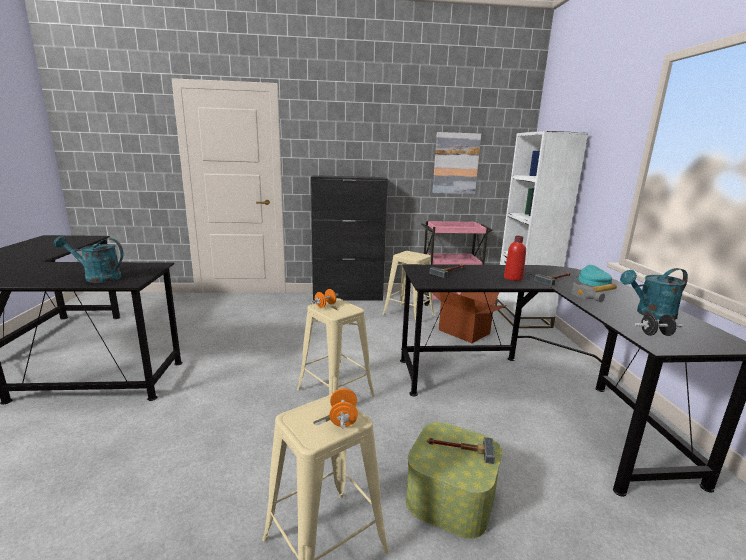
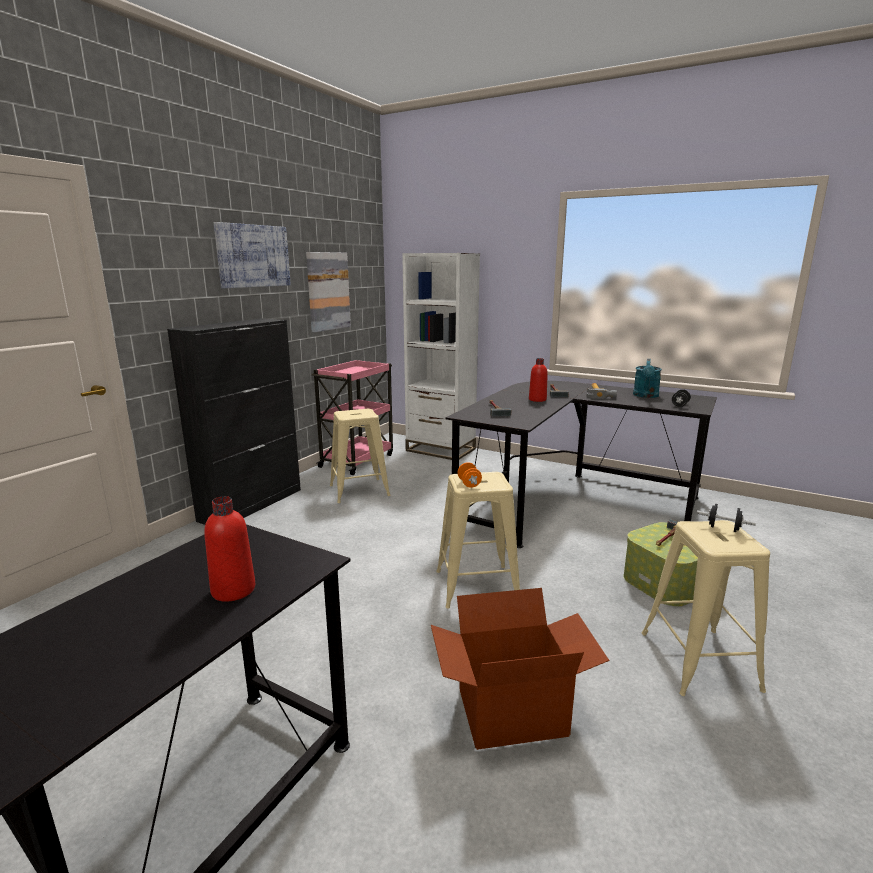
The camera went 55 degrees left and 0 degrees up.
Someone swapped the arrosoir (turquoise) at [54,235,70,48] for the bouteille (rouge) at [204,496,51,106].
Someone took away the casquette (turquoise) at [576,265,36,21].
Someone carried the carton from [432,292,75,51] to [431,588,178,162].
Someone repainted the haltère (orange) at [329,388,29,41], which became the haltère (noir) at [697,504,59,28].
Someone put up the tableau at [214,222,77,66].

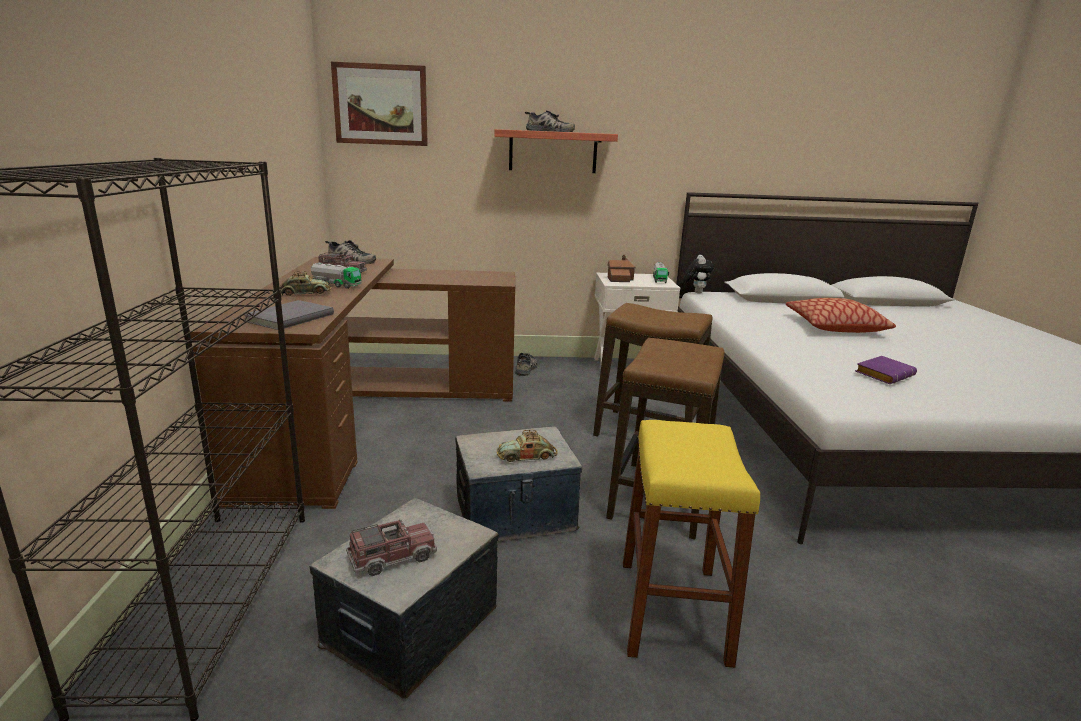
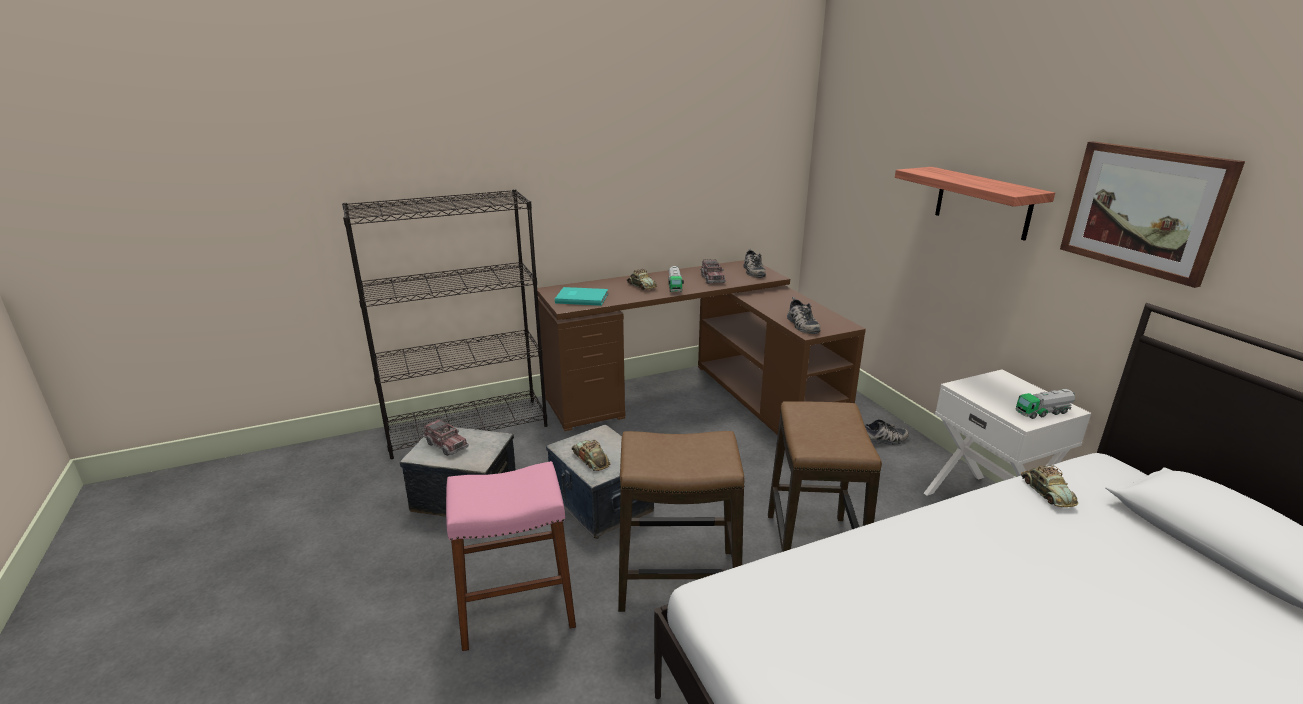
The camera went 70 degrees right and 5 degrees up.
Someone carried the tableau from [331,62,97,84] to [1060,141,185,147].
Someone carried the chaussure from [525,111,50,21] to [787,297,33,37].
Someone took away the maison miniature at [608,255,28,27].
Someone took away the peluche at [684,255,30,38].
Someone took away the coussin at [786,298,110,35].
Someone repainted the livre (gris) at [243,300,91,30], which became the livre (turquoise) at [555,287,53,19].
Someone took away the livre (violet) at [855,356,62,28].
Someone repainted the tabouret (jaune) at [623,420,137,248], which became the tabouret (rose) at [446,461,130,190].
Someone put down the petite voiture at [1021,465,57,42].

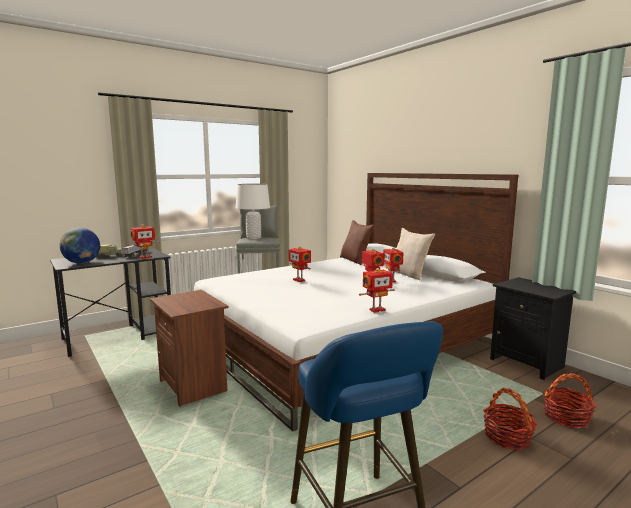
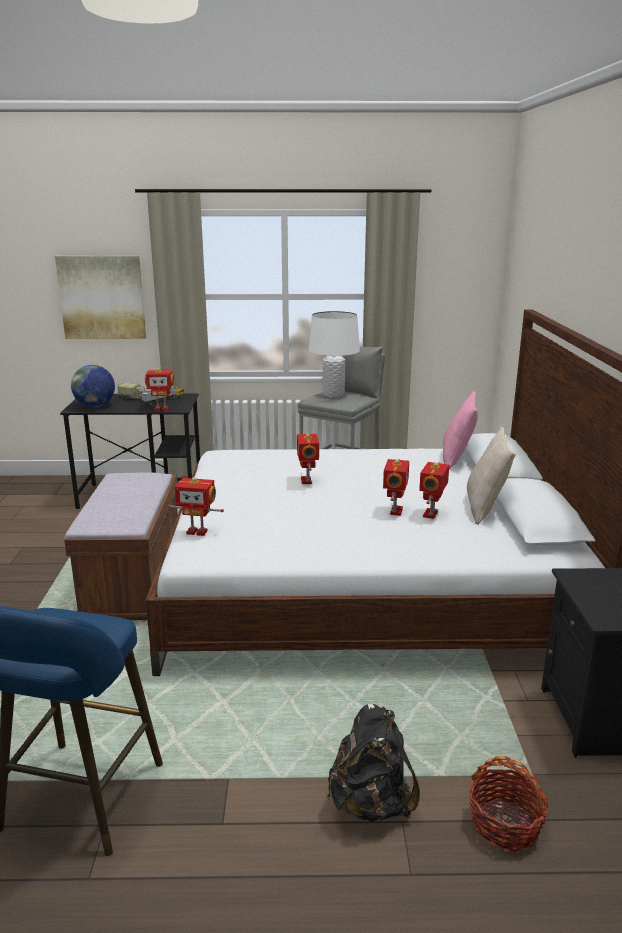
The camera went 35 degrees right and 10 degrees up.
Someone repainted the coussin (marron) at [340,220,35,45], which became the coussin (rose) at [443,391,35,78].
Someone carried the robot jouet from [359,268,36,45] to [169,477,55,59].
Someone swapped the table de chevet (marron) at [150,290,79,117] for the banc (marron) at [64,472,114,148].
Someone swapped the panier at [483,388,54,62] for the sac à dos (noir) at [328,703,92,119].
Someone put up the tableau at [55,256,91,83].

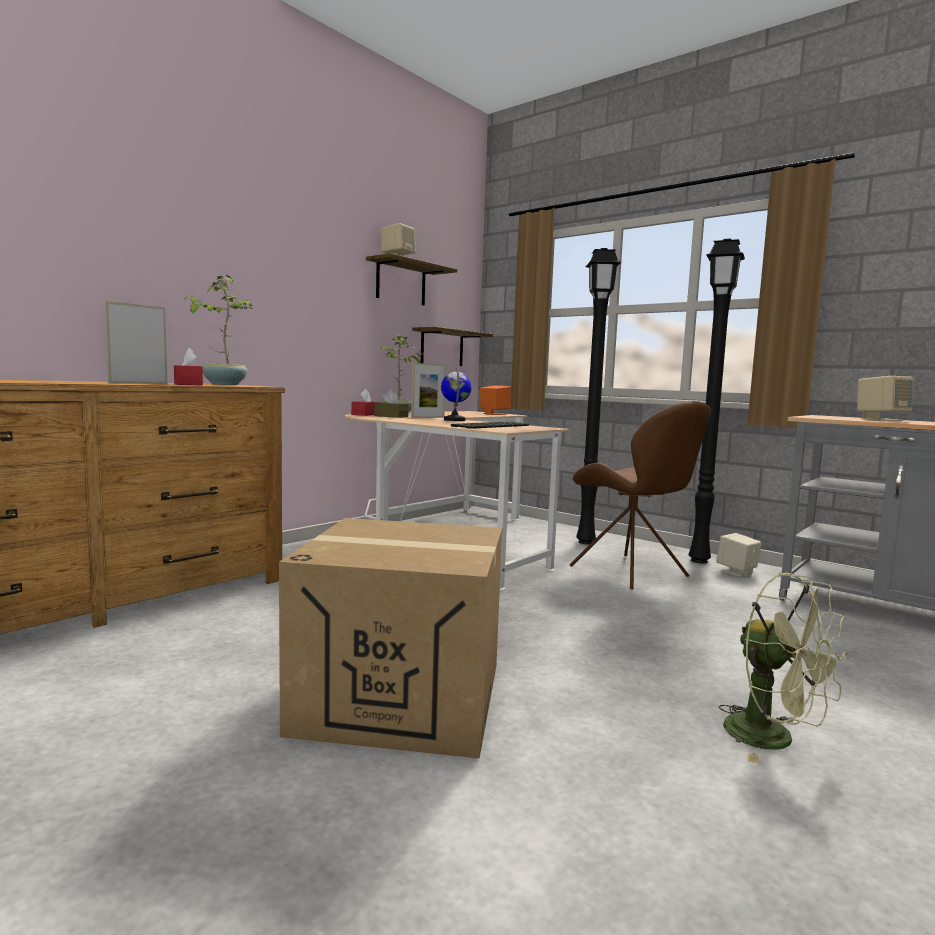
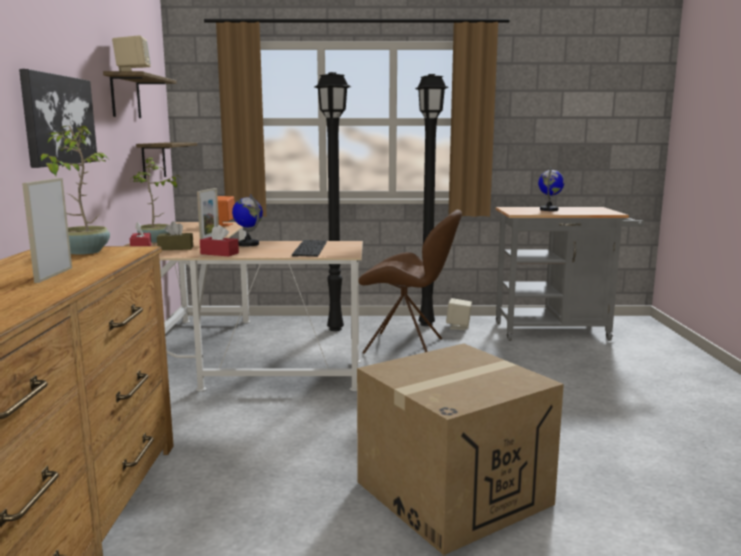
The camera went 40 degrees left and 5 degrees up.
Someone carried the boîte à mouchoirs (rouge) from [174,348,29,37] to [200,225,39,31].
Someone swapped the enceinte (beige) at [857,376,56,45] for the globe at [538,167,26,44].
Someone took away the ventilateur (vert) at [719,572,129,191].
Someone put up the tableau at [19,69,79,99].

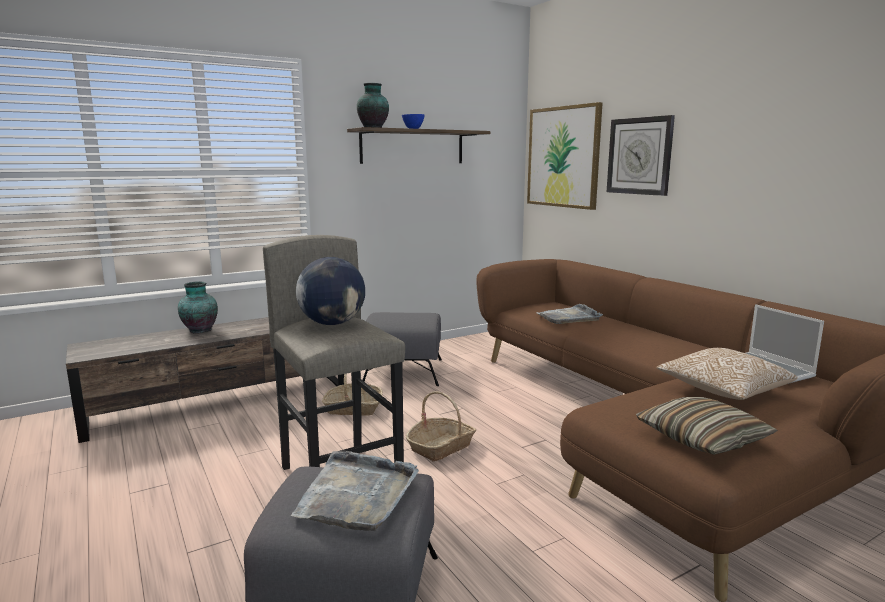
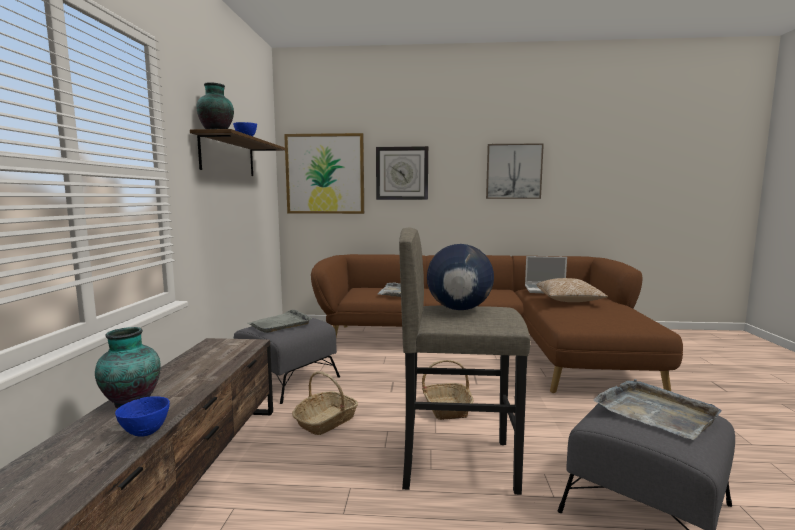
The camera went 55 degrees left and 5 degrees down.
Someone took away the coussin at [636,397,142,58].
Someone put up the tableau at [486,143,58,56].
Someone put down the plateau (gris) at [248,310,64,23].
Someone put down the bol (bleu) at [115,396,55,41].

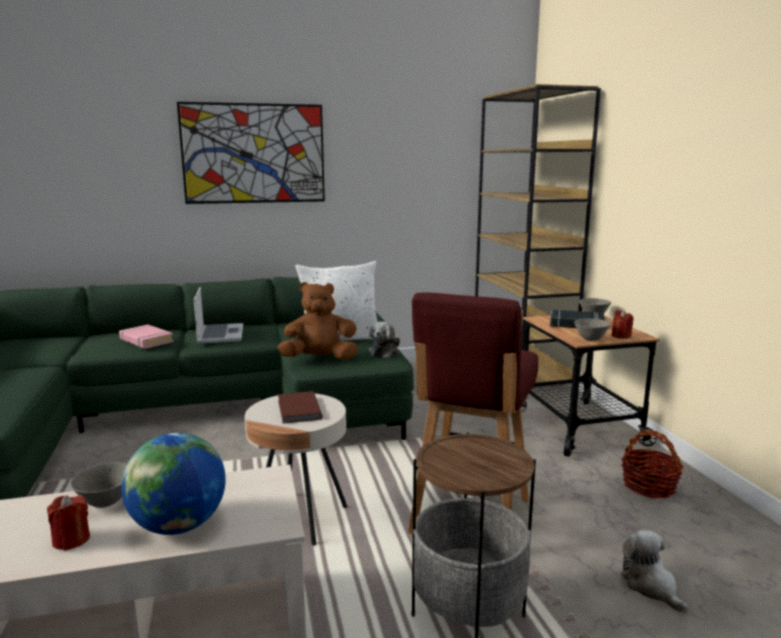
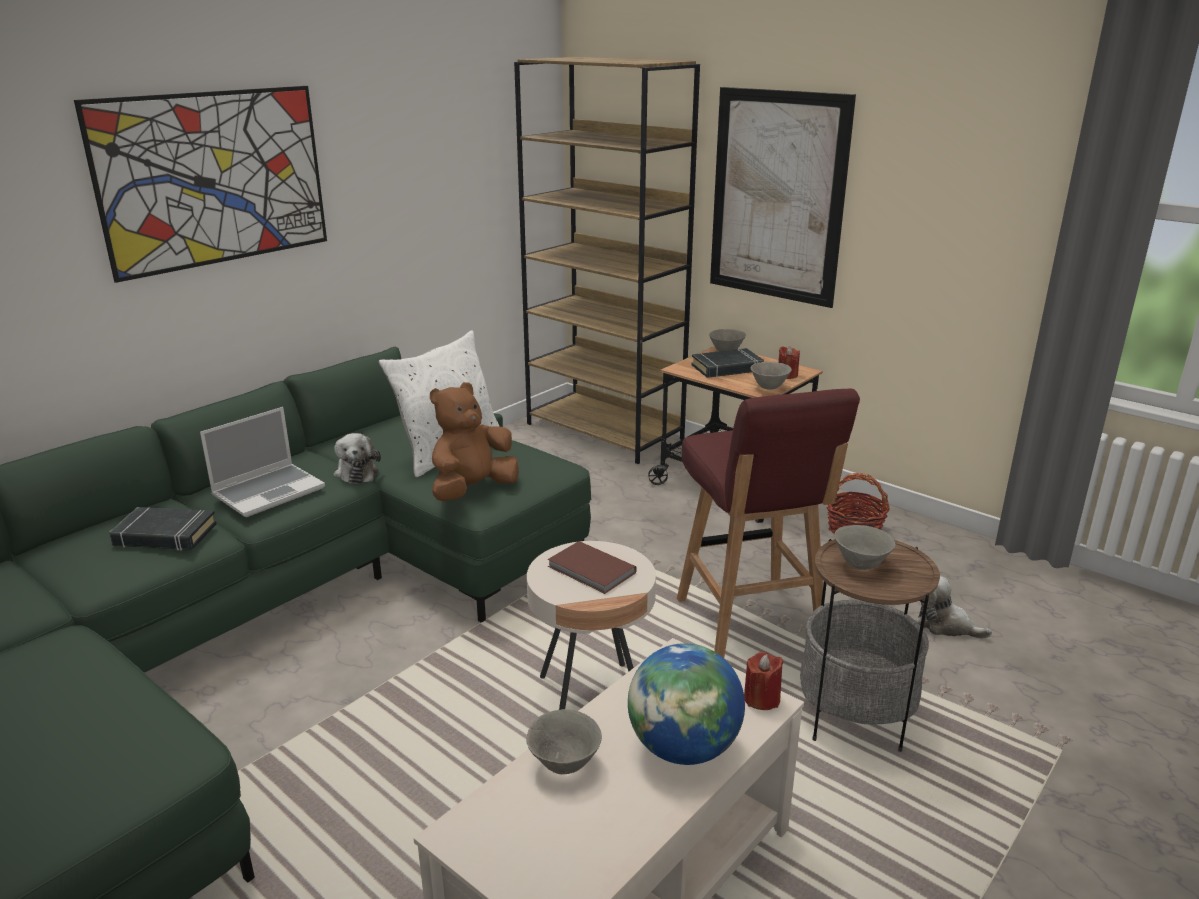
The camera went 35 degrees left and 10 degrees up.
Someone rotated the ordinateur portable at [194,287,49,57] by 90 degrees clockwise.
Someone carried the peluche from [369,322,31,36] to [333,433,48,51].
Someone repainted the livre (rose) at [119,325,55,24], which became the livre (noir) at [109,507,108,44].
Someone carried the bougie (rouge) from [47,495,43,56] to [744,652,39,58].
Someone put up the tableau at [710,87,146,221].
Someone put down the bol (gris) at [834,525,62,45].

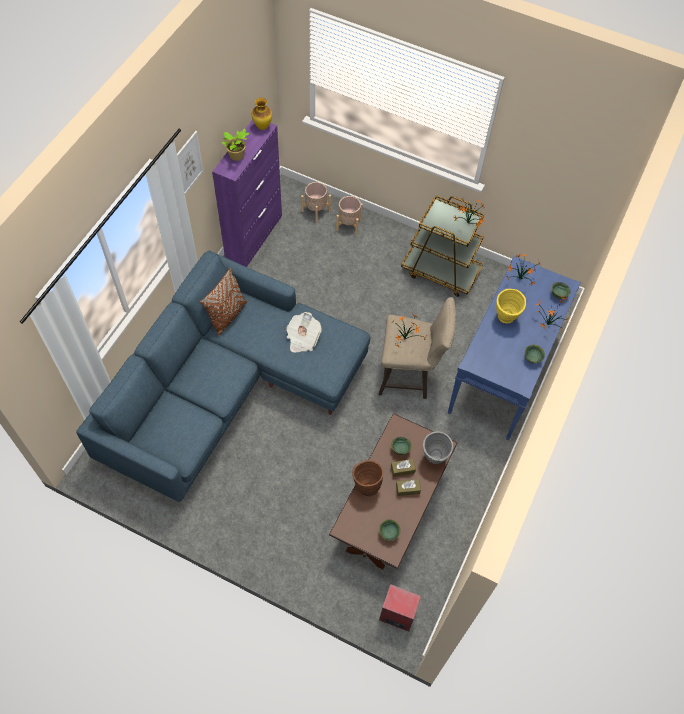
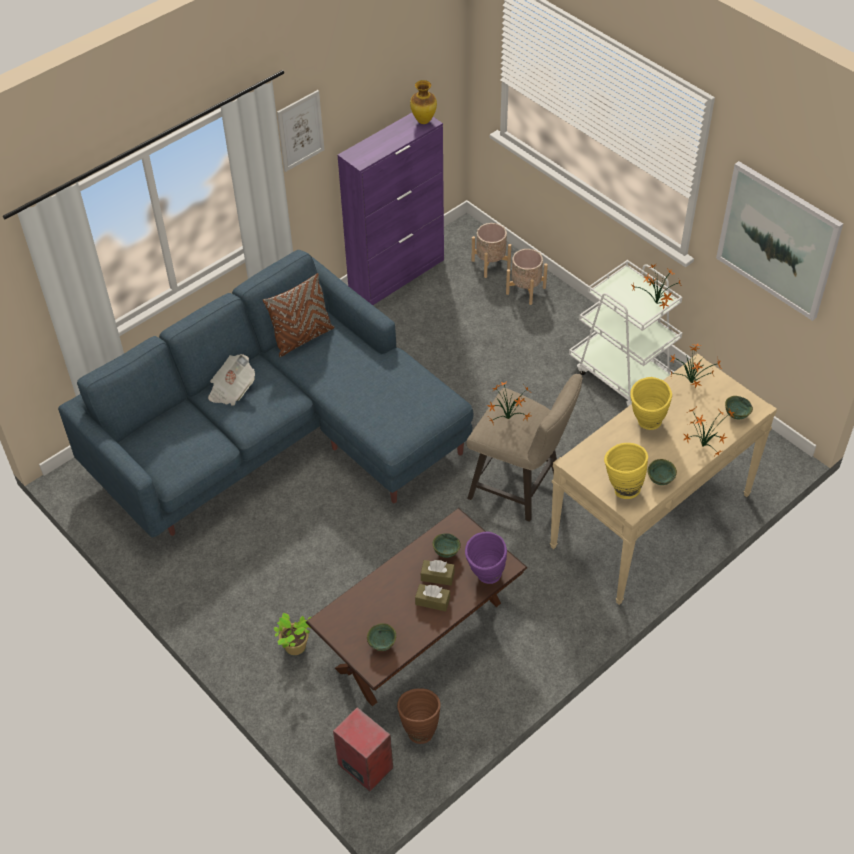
The camera went 25 degrees right and 10 degrees down.
Someone carried the plante en pot from [222,129,27,32] to [274,613,37,42].
Someone repainted the chariot (marron) at [401,195,83,102], which became the chariot (blanc) at [569,260,113,146].
Someone repainted the table console (bleu) at [447,256,134,184], which became the table console (beige) at [550,353,227,252].
Someone carried the journal from [286,312,36,40] to [208,354,47,51].
Someone repainted the vase (gris) at [423,431,30,33], which became the vase (violet) at [465,532,42,52].
Someone carried the vase (marron) from [352,460,32,38] to [397,688,44,56].
Someone put up the tableau at [716,161,127,160].
Someone put down the vase (jaune) at [604,443,44,56].

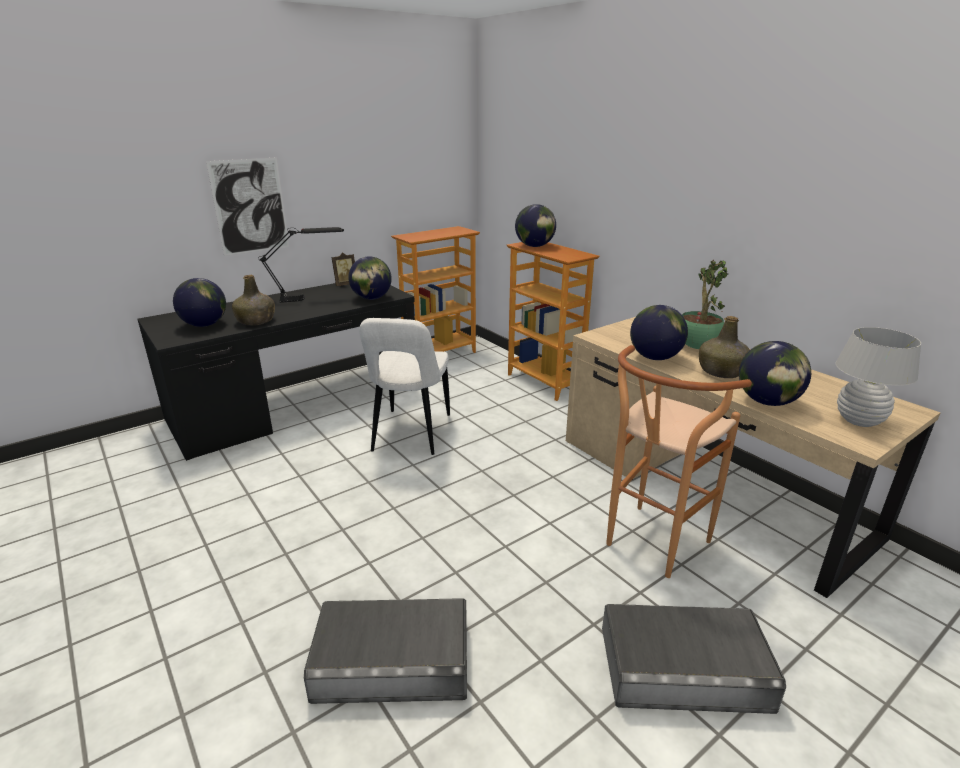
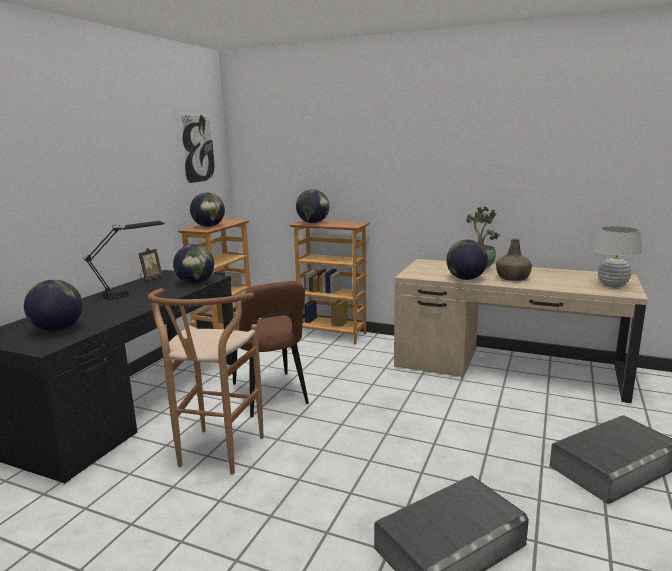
The camera went 30 degrees left and 10 degrees down.
Someone carried the tableau from [206,157,83,99] to [178,112,39,73].
Someone took away the bouteille (vert) at [232,275,43,50].
Someone repainted the chaise (blanc) at [359,318,91,137], which became the chaise (marron) at [232,281,77,137].
Someone carried the globe from [739,341,72,65] to [190,193,35,34].
Someone carried the tabouret (marron) from [606,345,146,233] to [148,288,116,186].

